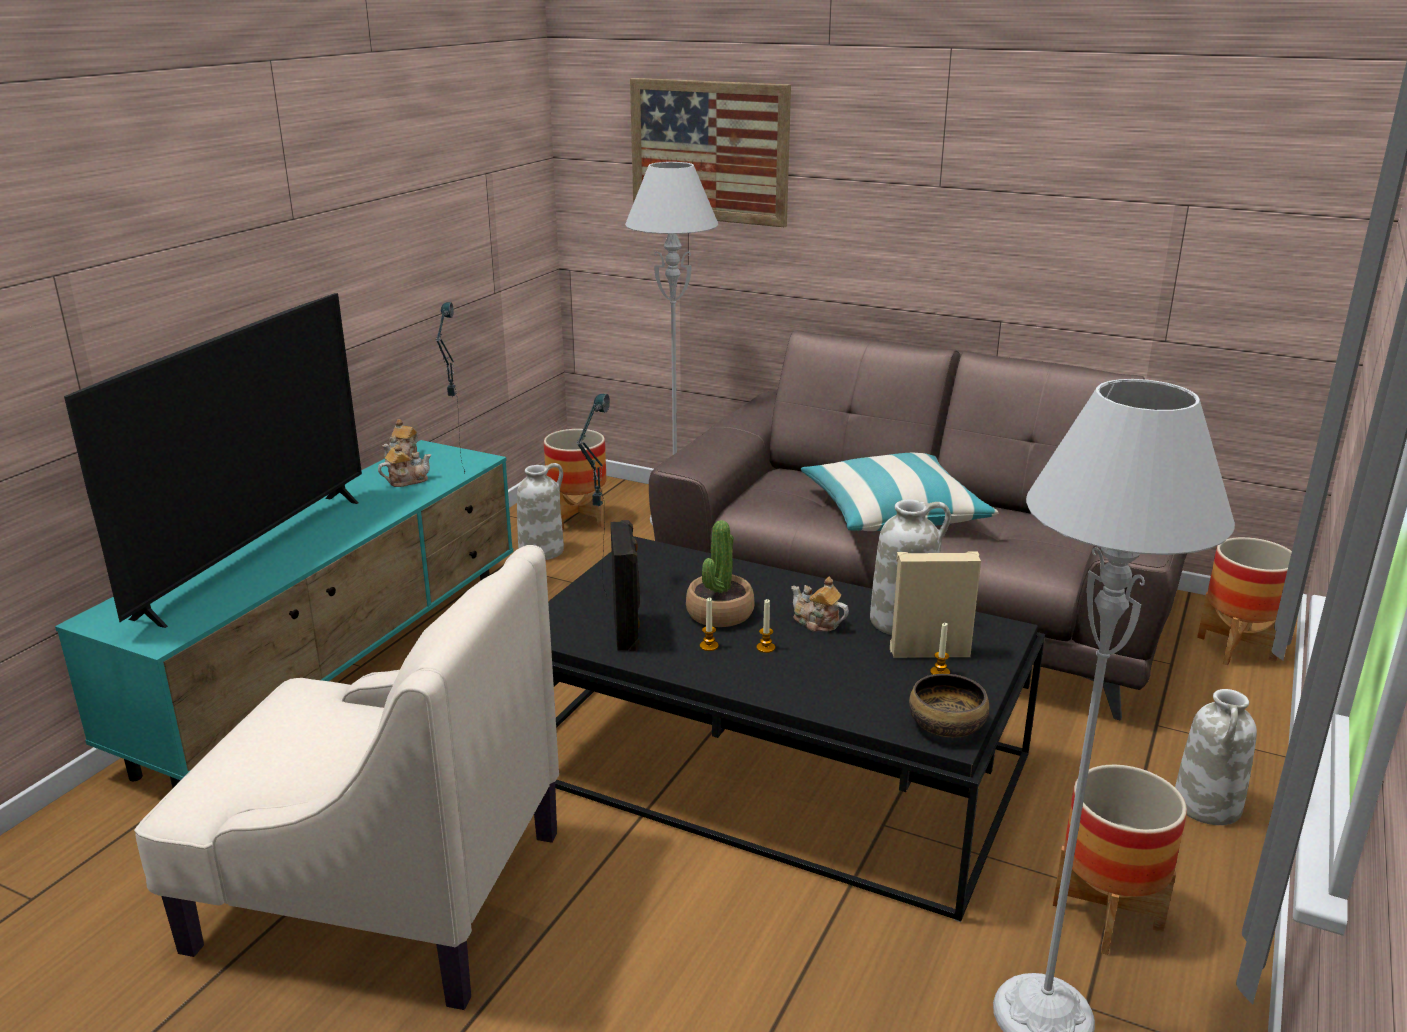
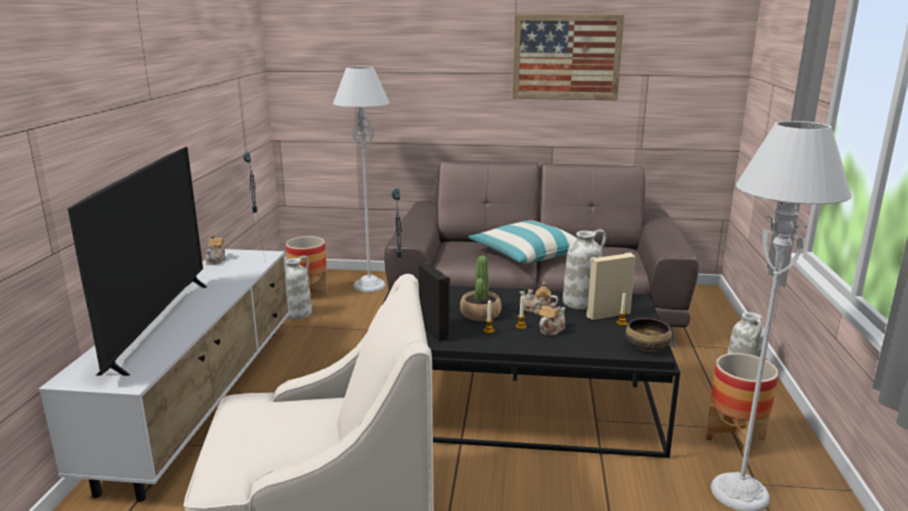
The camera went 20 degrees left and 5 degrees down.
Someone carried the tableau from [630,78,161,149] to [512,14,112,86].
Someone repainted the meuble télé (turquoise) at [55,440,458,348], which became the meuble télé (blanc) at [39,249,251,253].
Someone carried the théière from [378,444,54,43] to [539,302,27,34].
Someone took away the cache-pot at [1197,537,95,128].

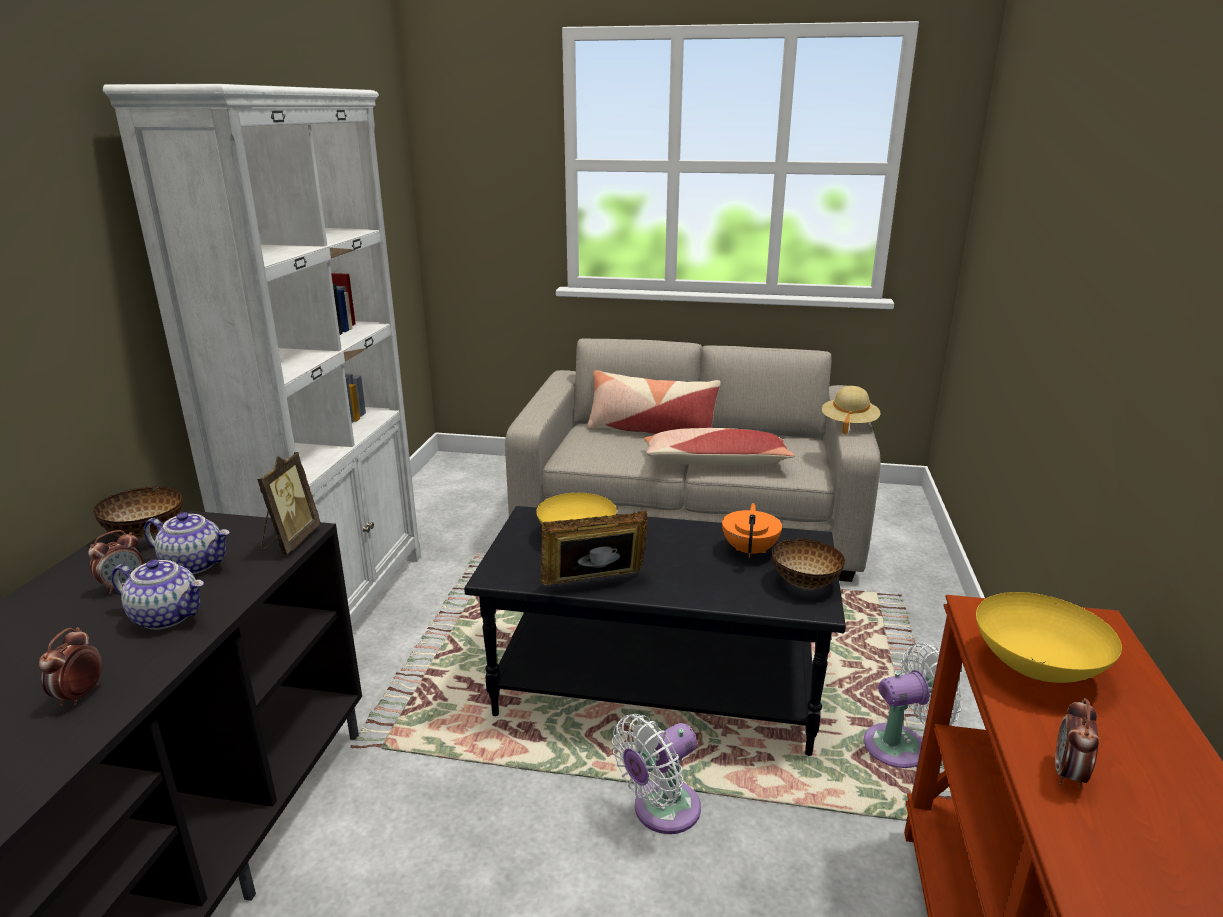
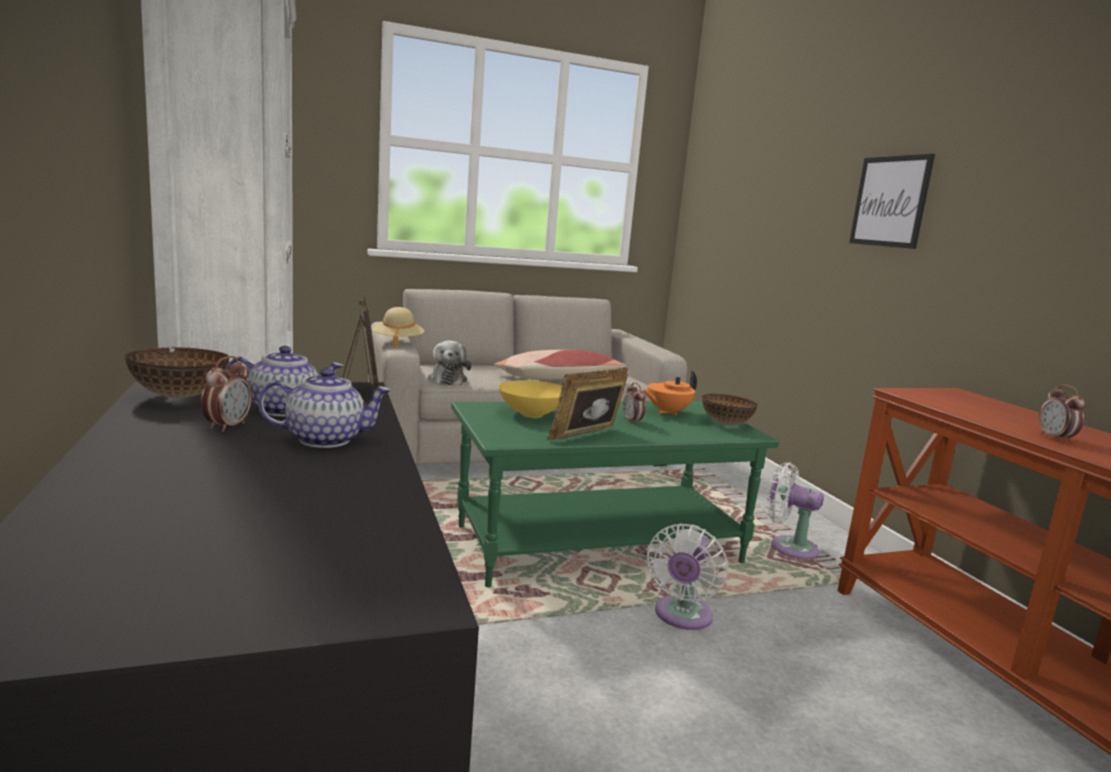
The camera went 30 degrees left and 10 degrees down.
Someone took away the coussin at [587,370,134,64].
Someone carried the chapeau (beige) from [822,386,59,49] to [373,307,51,40].
Someone rotated the théière (orange) at [722,503,60,55] by 105 degrees counterclockwise.
Someone repainted the table basse (noir) at [464,506,382,250], which became the table basse (vert) at [451,401,328,186].
Someone took away the bol (jaune) at [976,592,146,91].
Someone carried the réveil from [38,627,64,79] to [623,382,23,42].
Someone rotated the ventilateur (blanc) at [864,643,98,125] by 105 degrees counterclockwise.
Someone put up the tableau at [849,154,86,95].
Someone put down the peluche at [428,340,43,45].

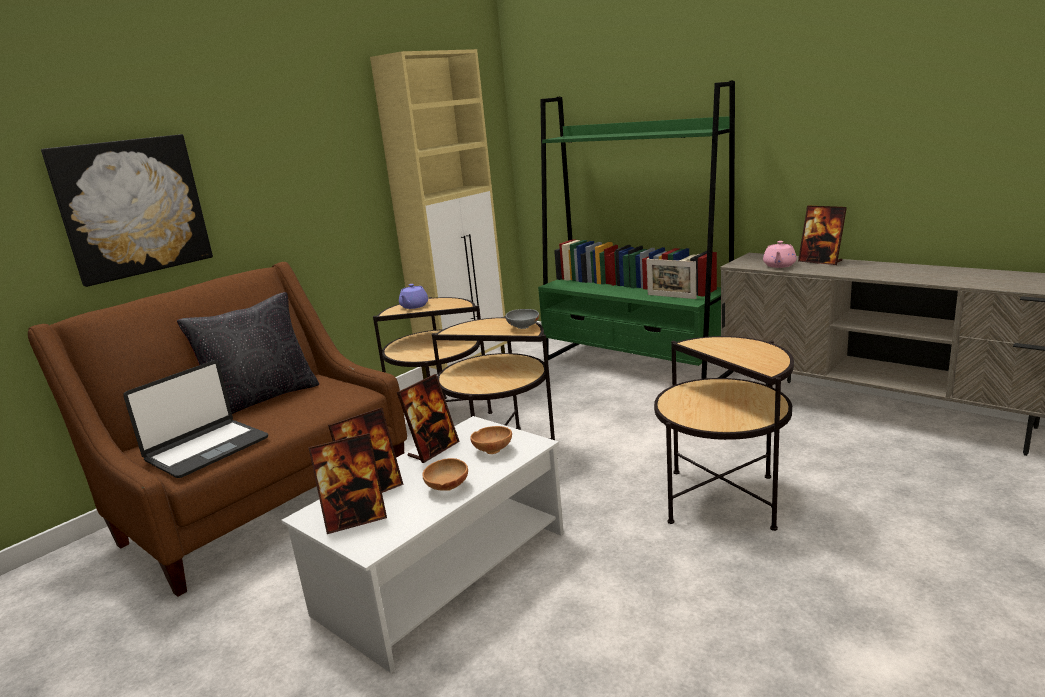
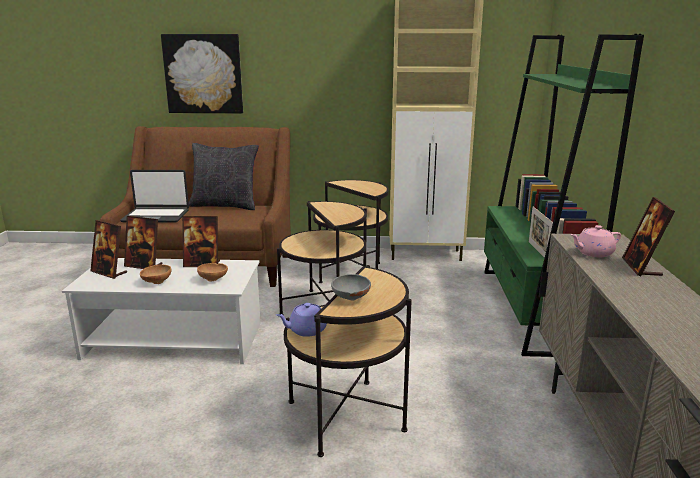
The camera went 50 degrees right and 0 degrees up.
Someone carried the théière (violet) from [399,284,29,25] to [276,303,51,34].
Someone carried the bol (gris) from [505,309,34,20] to [331,274,40,26].

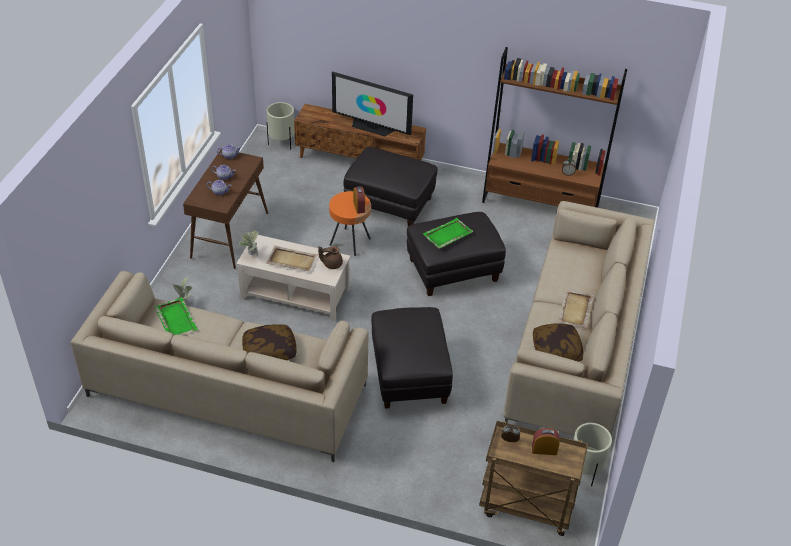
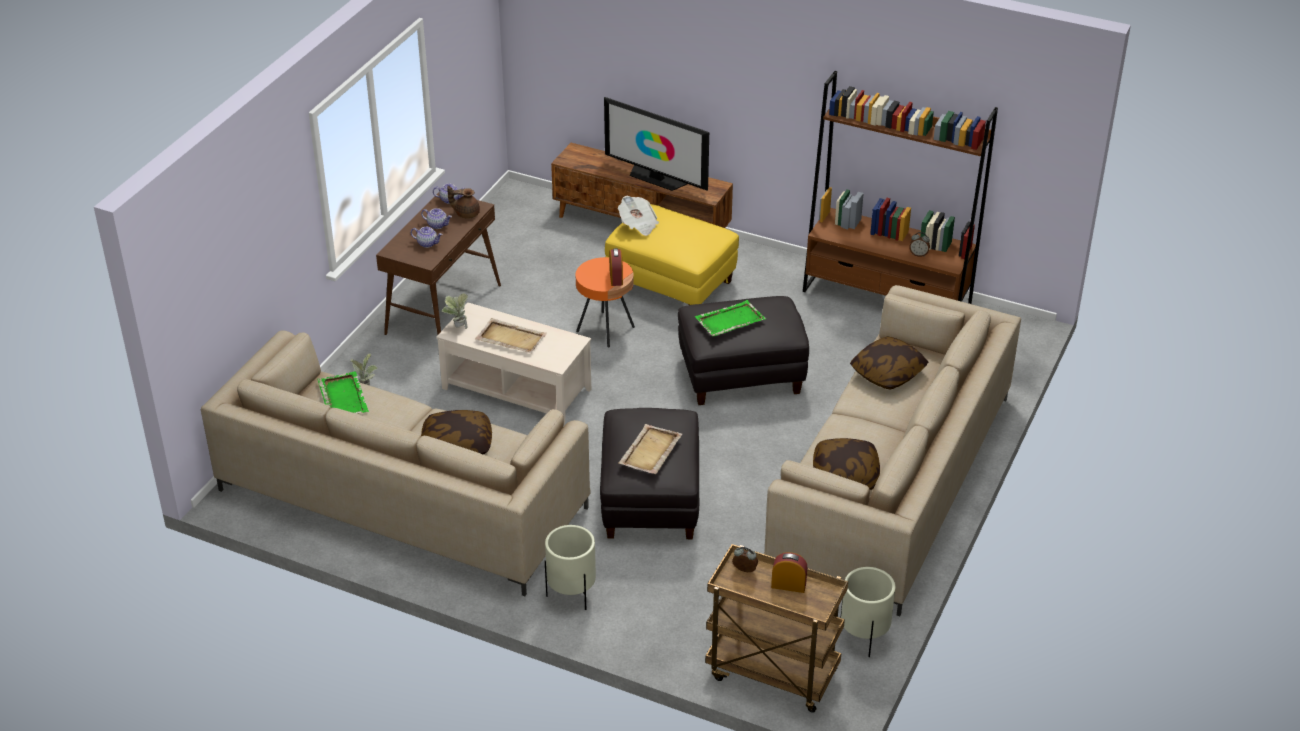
The camera went 10 degrees right and 5 degrees down.
Someone carried the cache-pot (beige) from [267,102,28,48] to [545,525,51,85].
Someone repainted the pouf (noir) at [344,147,93,79], which became the pouf (jaune) at [605,204,134,101].
Someone carried the théière (marron) from [318,246,25,23] to [447,186,33,33].
Someone carried the plateau (beige) from [558,290,36,38] to [618,424,64,50].
Someone put down the journal at [618,196,41,40].
Someone put down the coussin at [850,337,78,52].

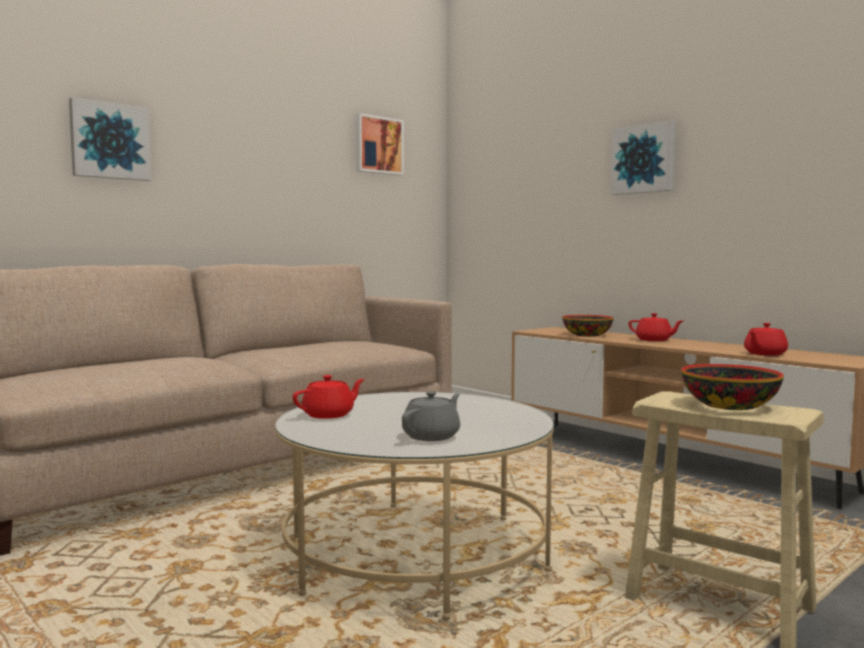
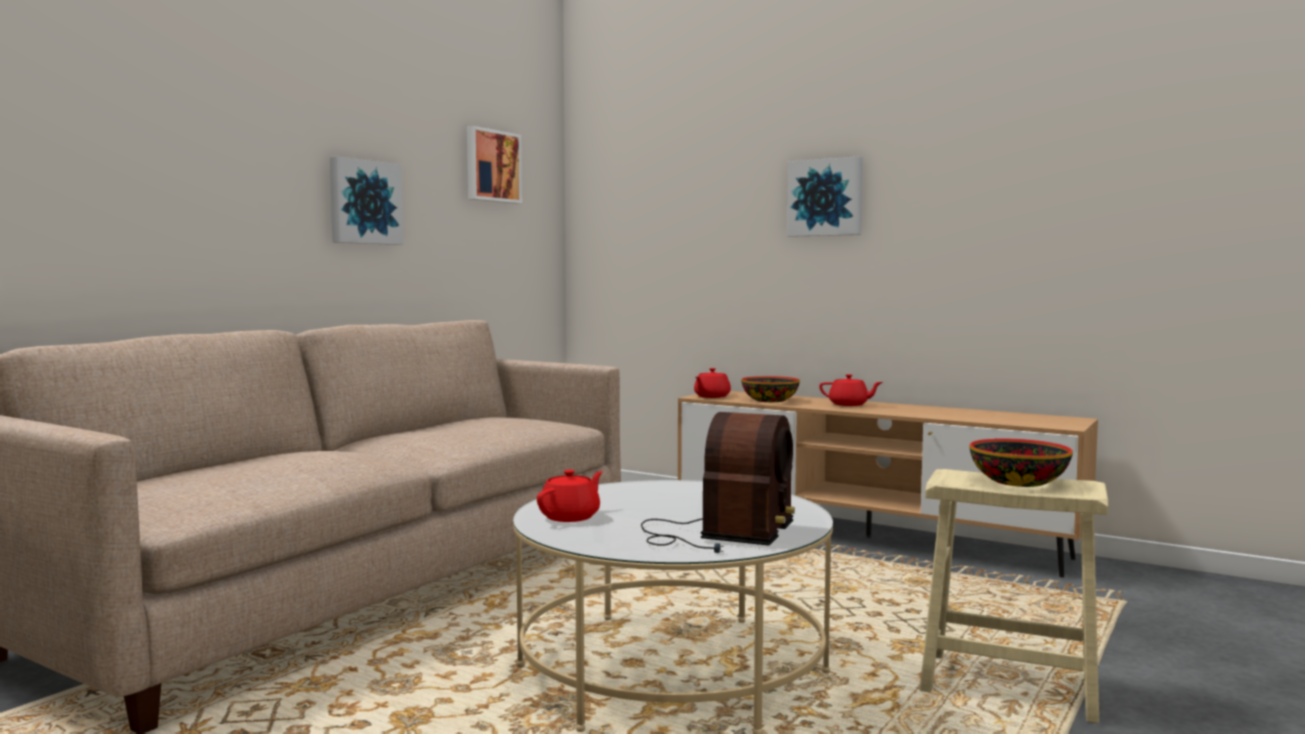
The camera went 15 degrees left and 0 degrees up.
Someone carried the tableau from [69,97,82,84] to [330,156,74,89].
Someone carried the théière (rouge) from [744,323,44,33] to [694,368,37,30].
Someone swapped the théière (gris) at [402,391,58,50] for the radio at [641,412,154,141].

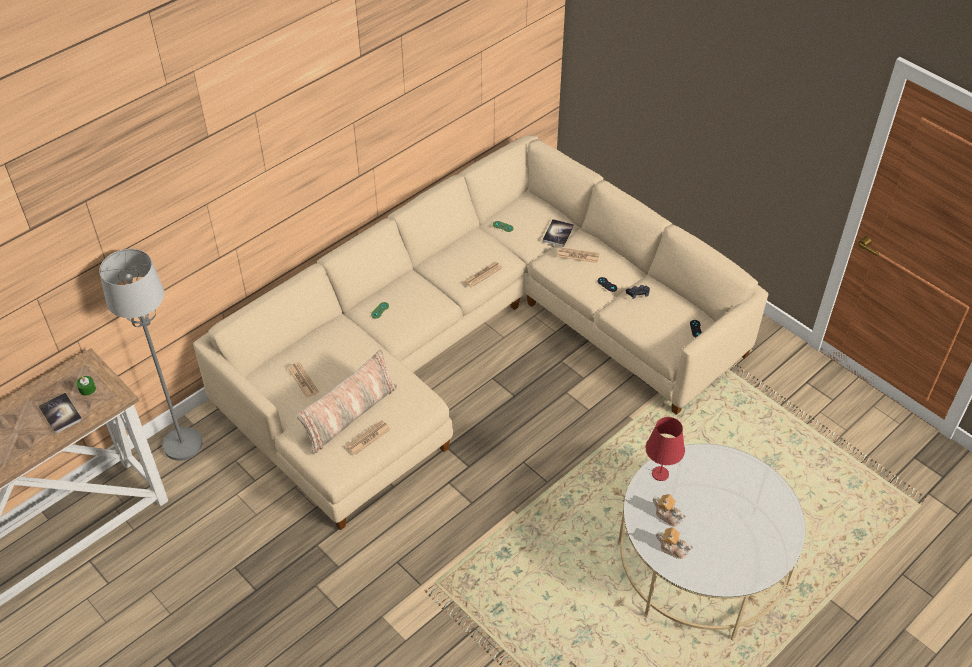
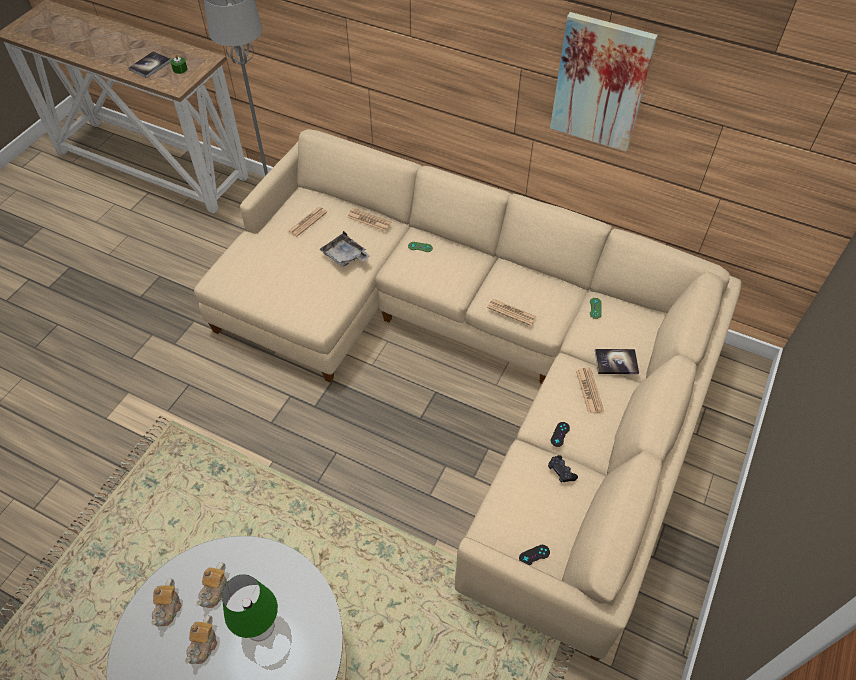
The camera went 70 degrees right and 5 degrees up.
Someone took away the coussin at [297,350,100,104].
Someone took away the lampe de table (rouge) at [646,417,39,64].
Someone carried the journal from [346,420,45,35] to [347,208,44,23].
Someone put up the tableau at [550,12,108,139].
Someone put down the plateau (gris) at [319,231,51,36].
Someone put down the lampe de table (vert) at [222,574,56,67].
Someone put down the théière at [185,615,33,49].

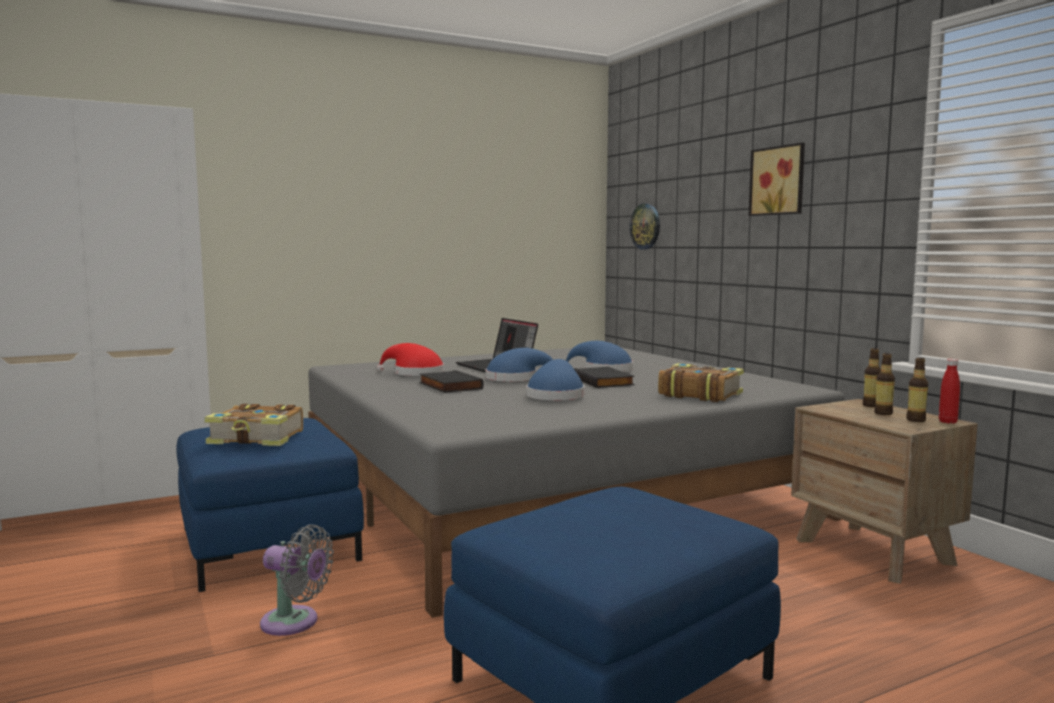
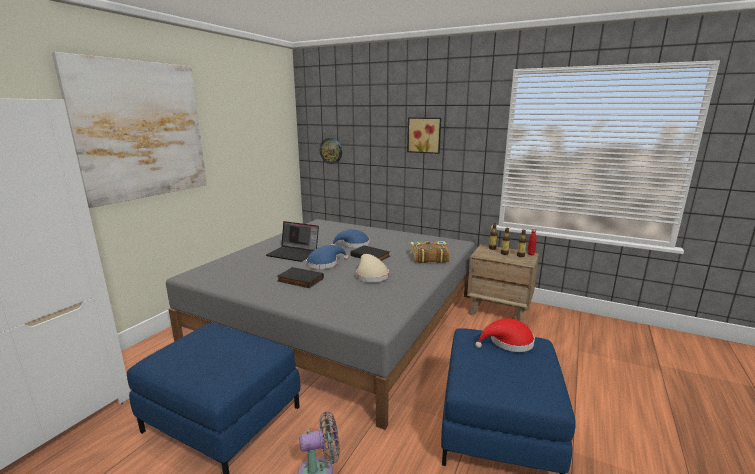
The camera went 35 degrees left and 10 degrees up.
Someone carried the chapeau (rouge) from [377,343,67,33] to [475,318,60,34].
Someone repainted the chapeau (bleu) at [526,359,58,41], which became the chapeau (beige) at [356,254,33,28].
Someone took away the livre at [204,404,99,42].
Someone put up the tableau at [52,52,155,156].

